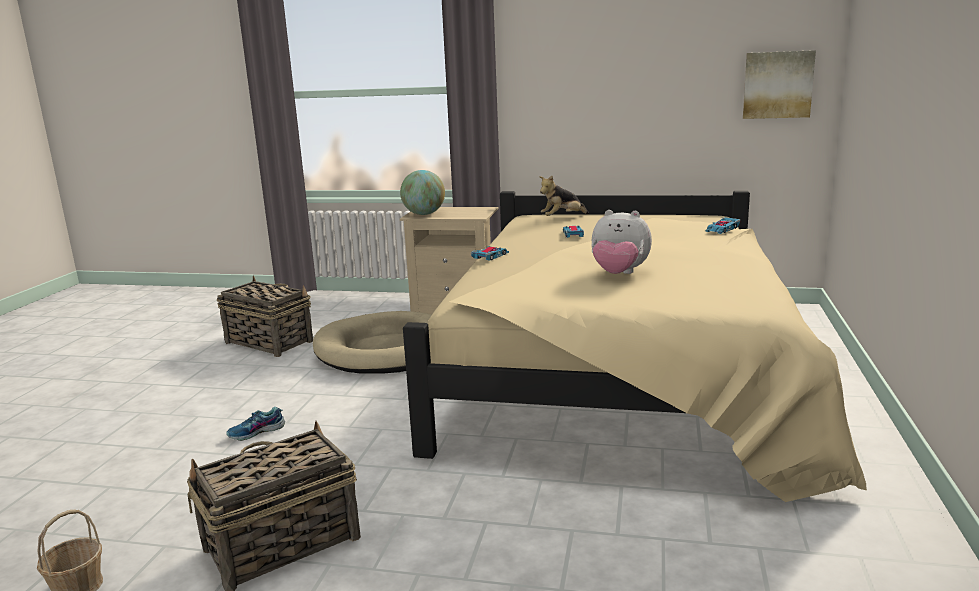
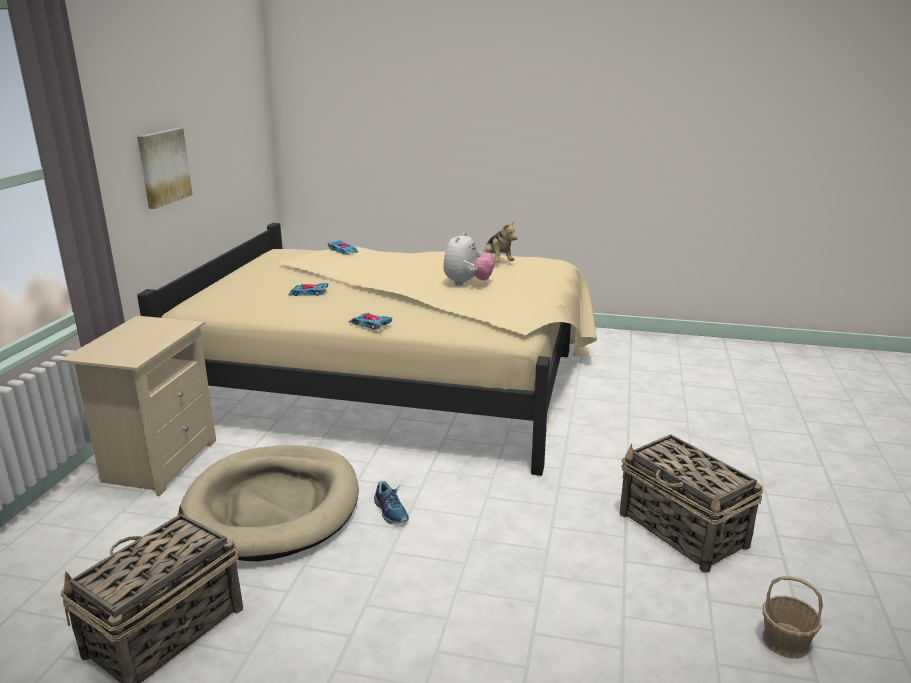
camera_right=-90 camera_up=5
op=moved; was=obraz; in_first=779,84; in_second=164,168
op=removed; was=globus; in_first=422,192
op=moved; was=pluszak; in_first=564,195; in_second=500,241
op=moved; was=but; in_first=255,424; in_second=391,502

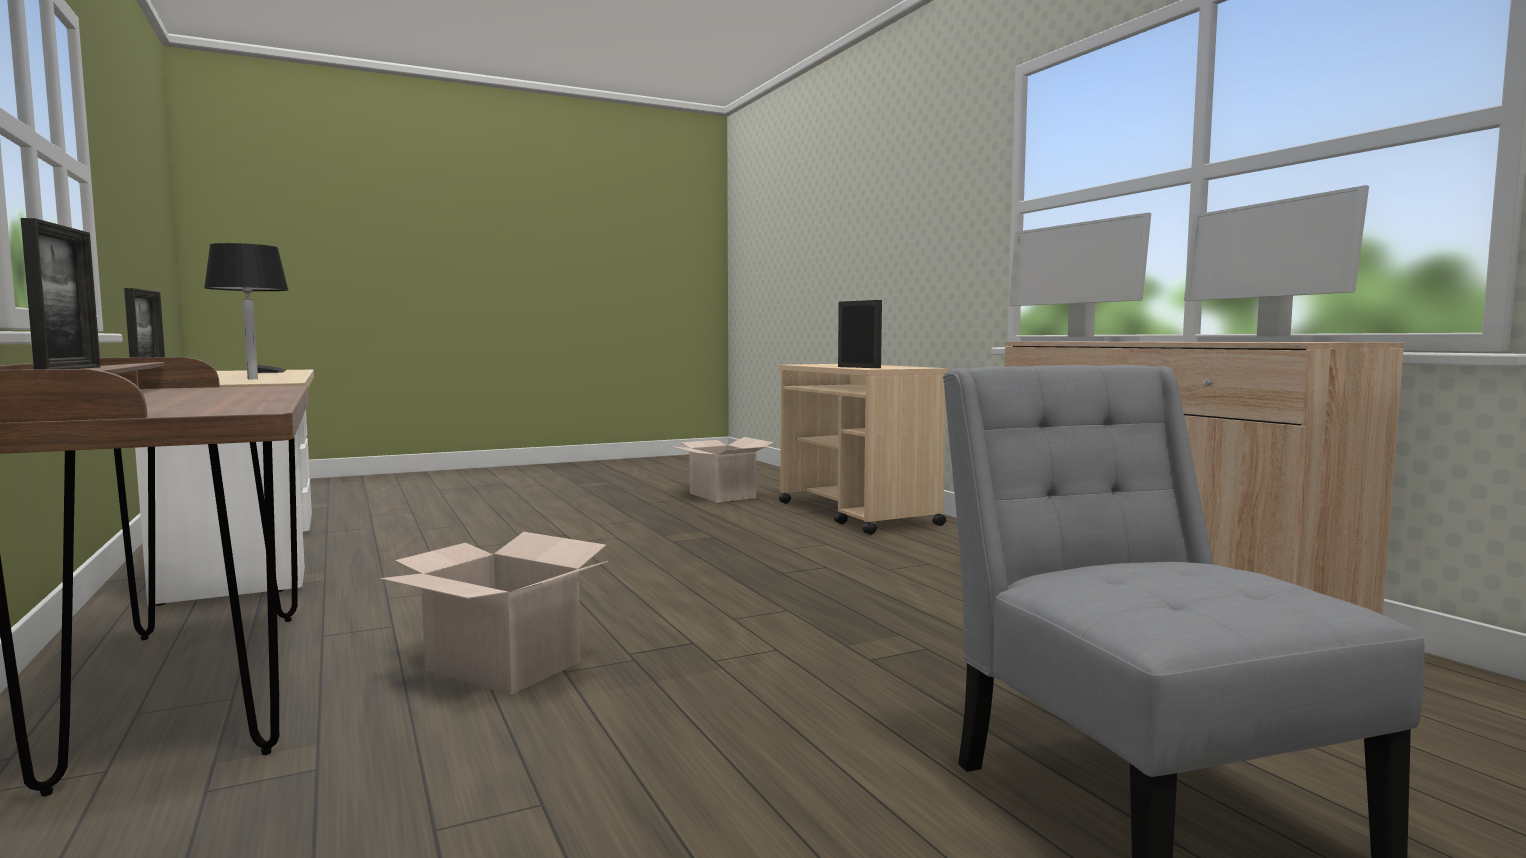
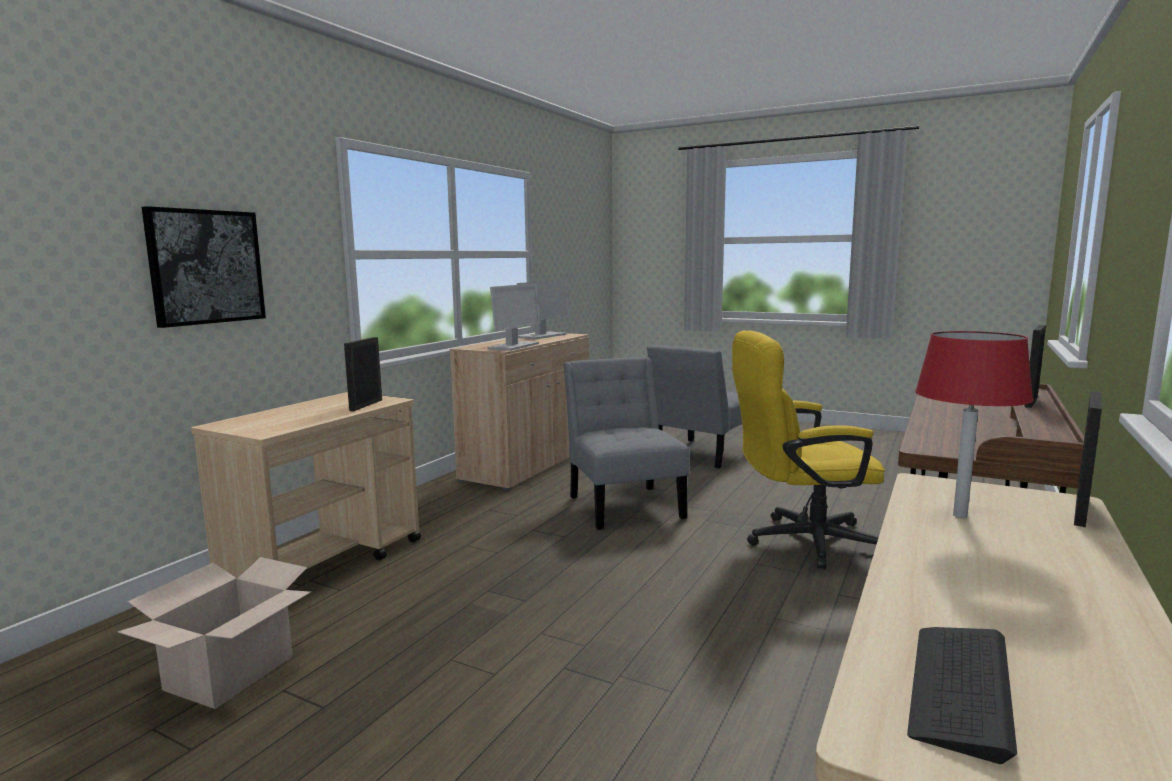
camera_right=-125 camera_up=5
op=recoloured; was=lampa stołowa (czarny); now=lampa stołowa (czerwony); in_first=246,311; in_second=974,424
op=replaced; was=karton; now=krzesło biurowe (żółty); in_first=494,613; in_second=808,449
op=added; now=obraz; in_second=204,267
op=added; now=krzesło (szary); in_second=627,443

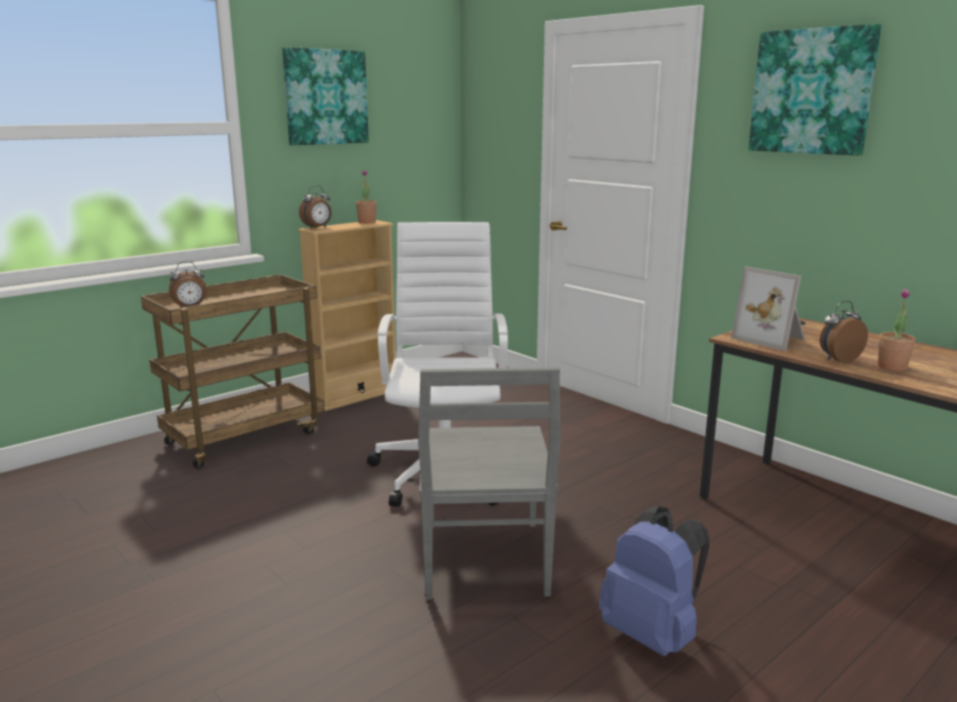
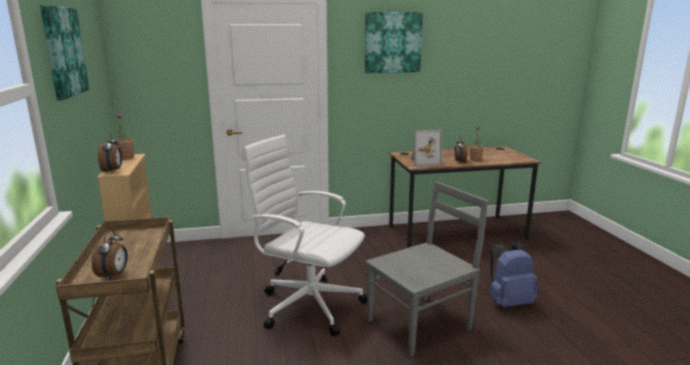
camera_right=-60 camera_up=0
op=turned; was=krzesło (szary); in_first=489,483; in_second=427,269; clockwise=-60

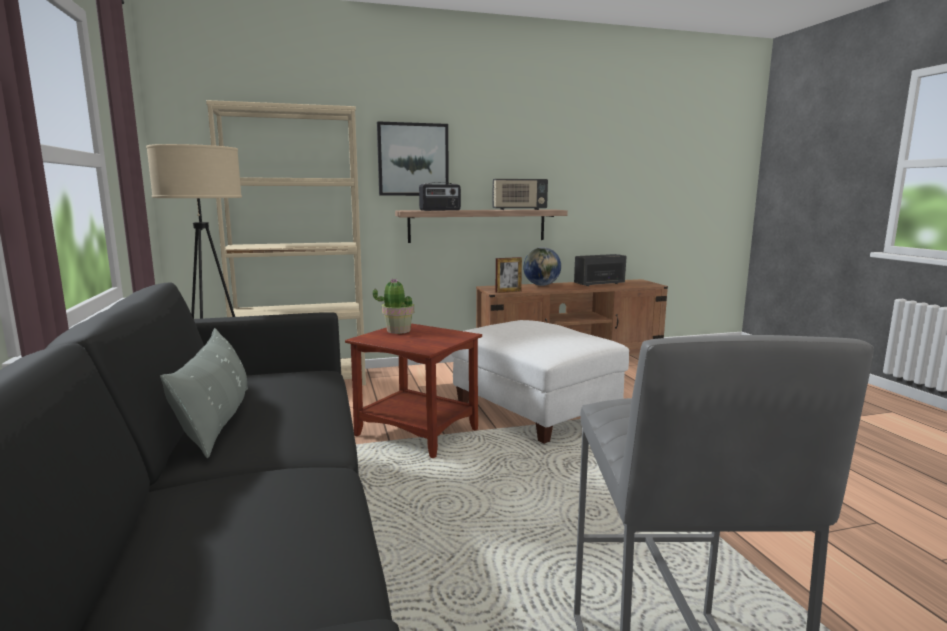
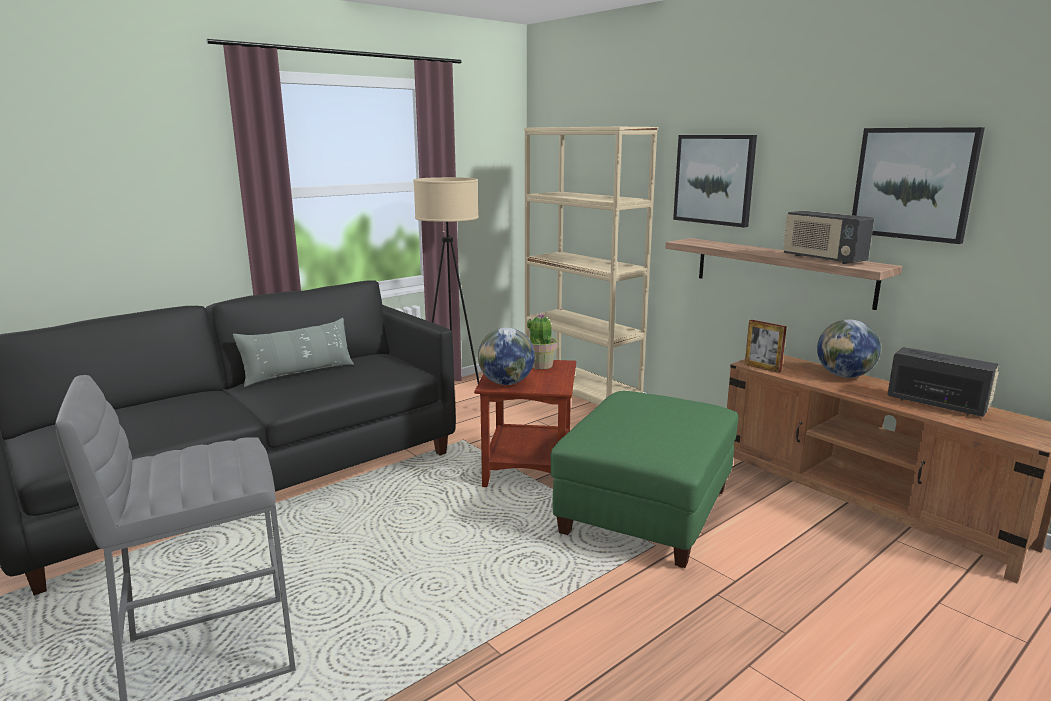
camera_right=65 camera_up=5
op=removed; was=radio; in_first=440,196
op=recoloured; was=pufa (biały); now=pufa (zielony); in_first=540,382; in_second=644,479
op=added; now=obraz; in_second=918,185
op=added; now=globus; in_second=506,356

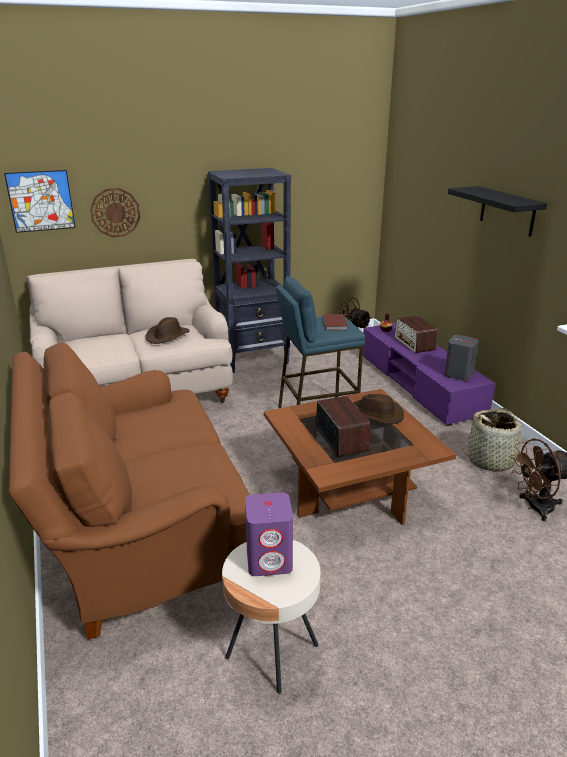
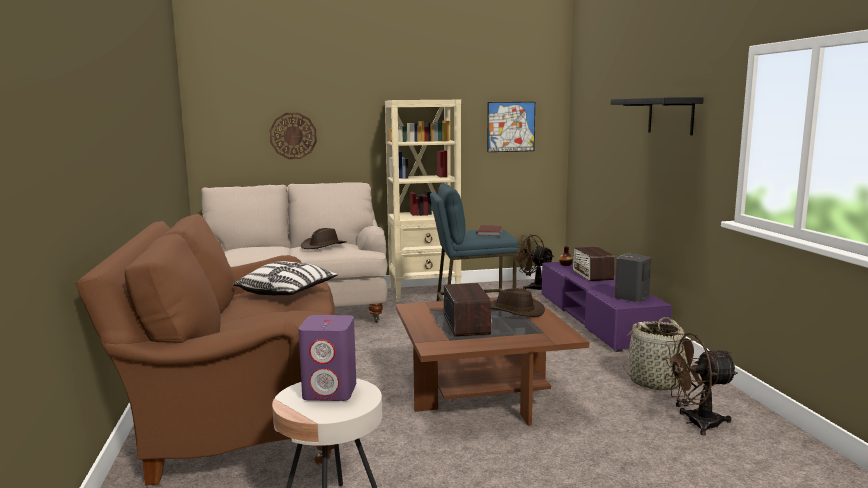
camera_right=10 camera_up=-15
op=recoloured; was=regał (czarny); now=regał (beżowy); in_first=249,270; in_second=423,201
op=moved; was=obraz; in_first=40,201; in_second=511,127
op=added; now=poduszka; in_second=285,278

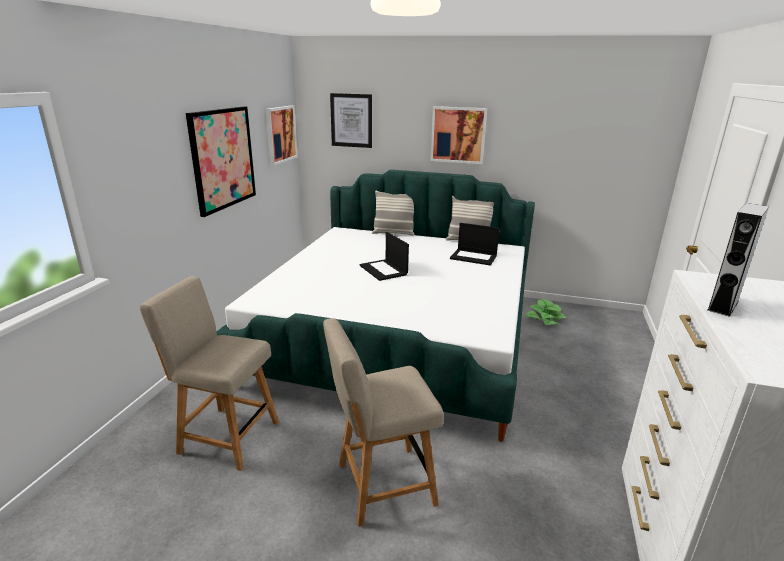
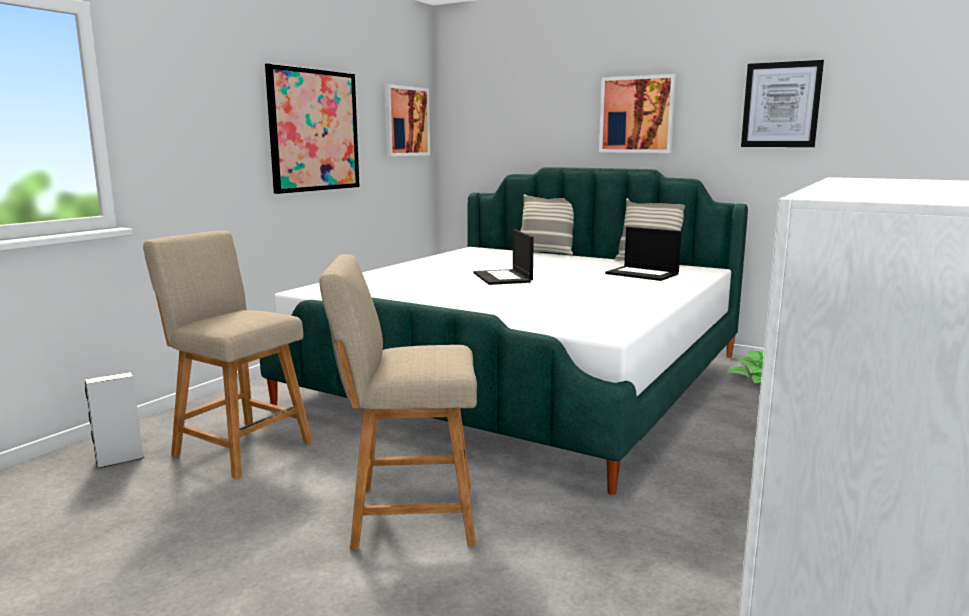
camera_right=15 camera_up=-10
op=moved; was=obraz; in_first=351,120; in_second=782,103
op=moved; was=głośnik (szary); in_first=738,260; in_second=114,420

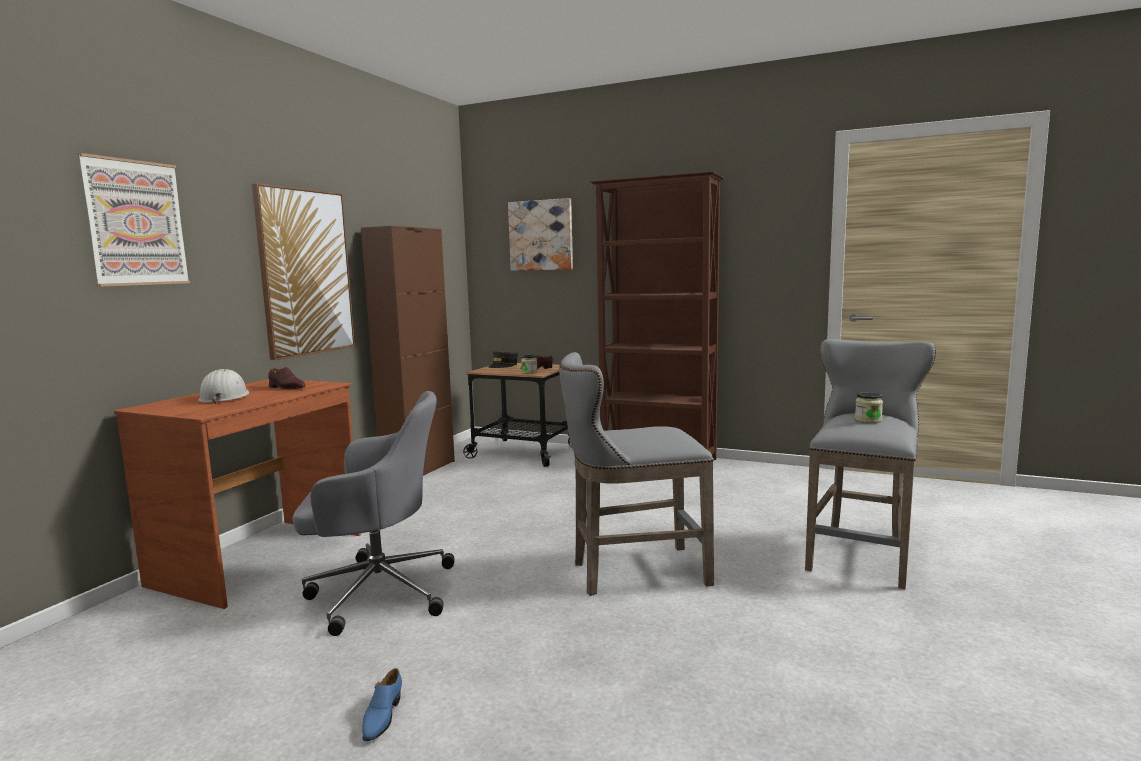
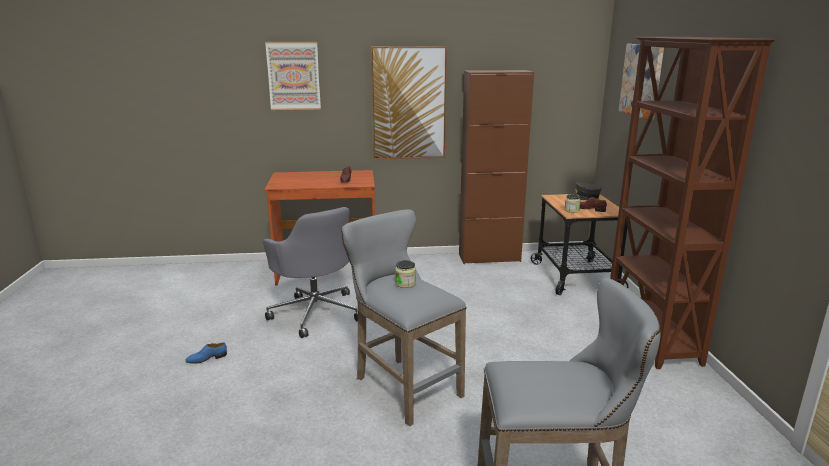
camera_right=60 camera_up=10
op=removed; was=kask (biały); in_first=223,386
op=moved; was=słoik; in_first=869,407; in_second=405,274

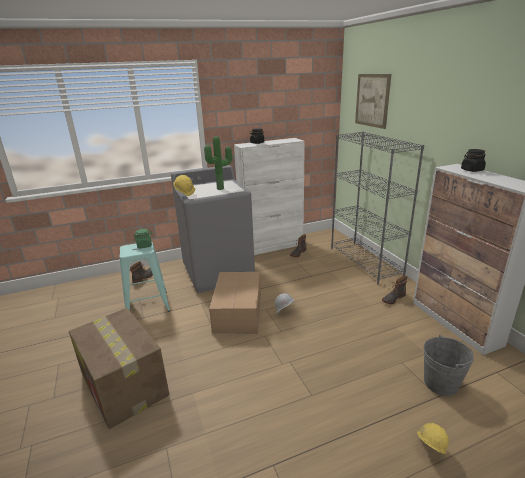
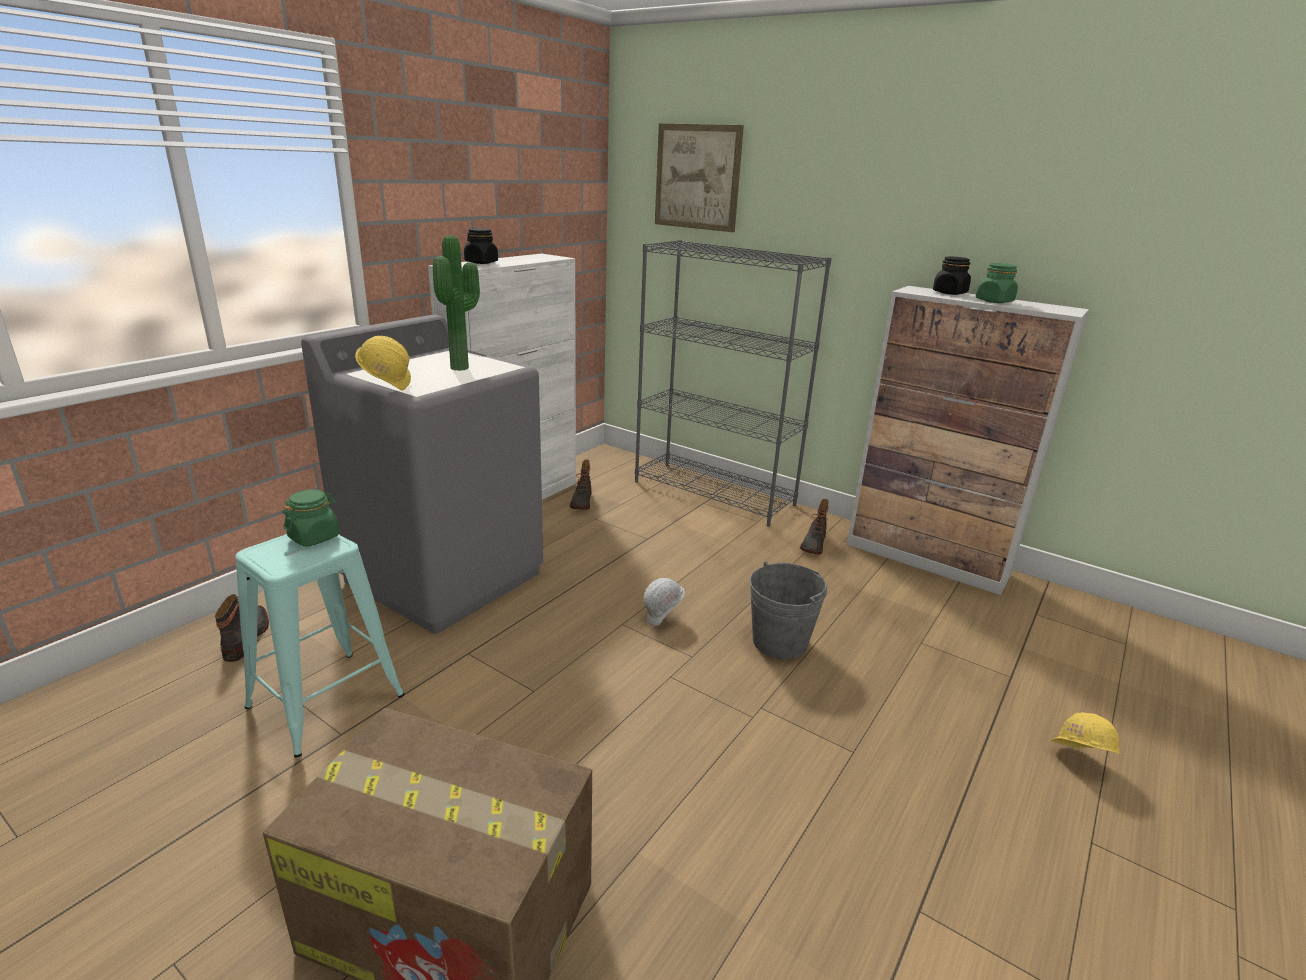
camera_right=-35 camera_up=0
op=removed; was=karton; in_first=235,302
op=moved; was=wiadro (szary); in_first=449,365; in_second=788,611
op=added; now=słoik (zielony); in_second=997,283

